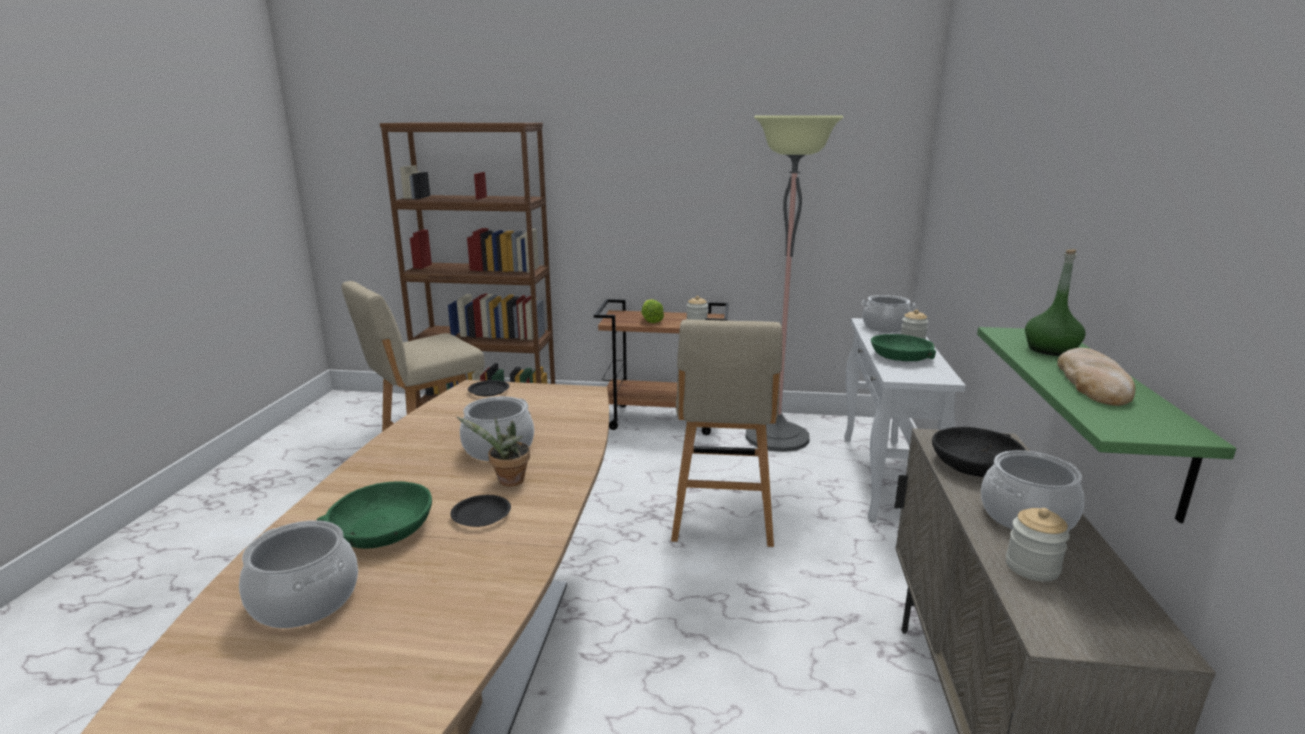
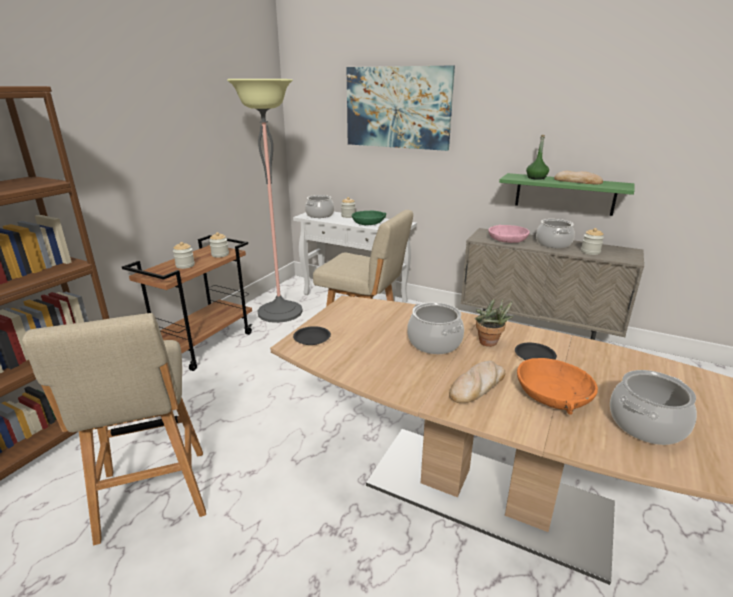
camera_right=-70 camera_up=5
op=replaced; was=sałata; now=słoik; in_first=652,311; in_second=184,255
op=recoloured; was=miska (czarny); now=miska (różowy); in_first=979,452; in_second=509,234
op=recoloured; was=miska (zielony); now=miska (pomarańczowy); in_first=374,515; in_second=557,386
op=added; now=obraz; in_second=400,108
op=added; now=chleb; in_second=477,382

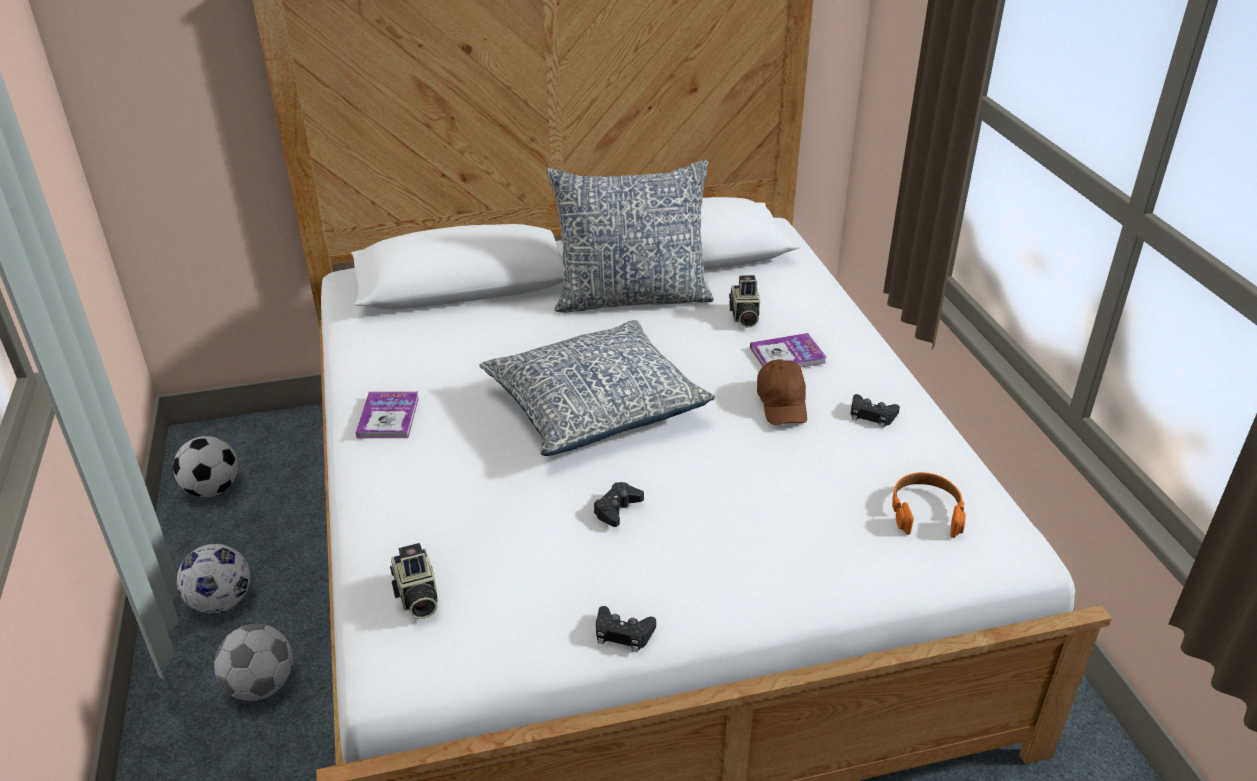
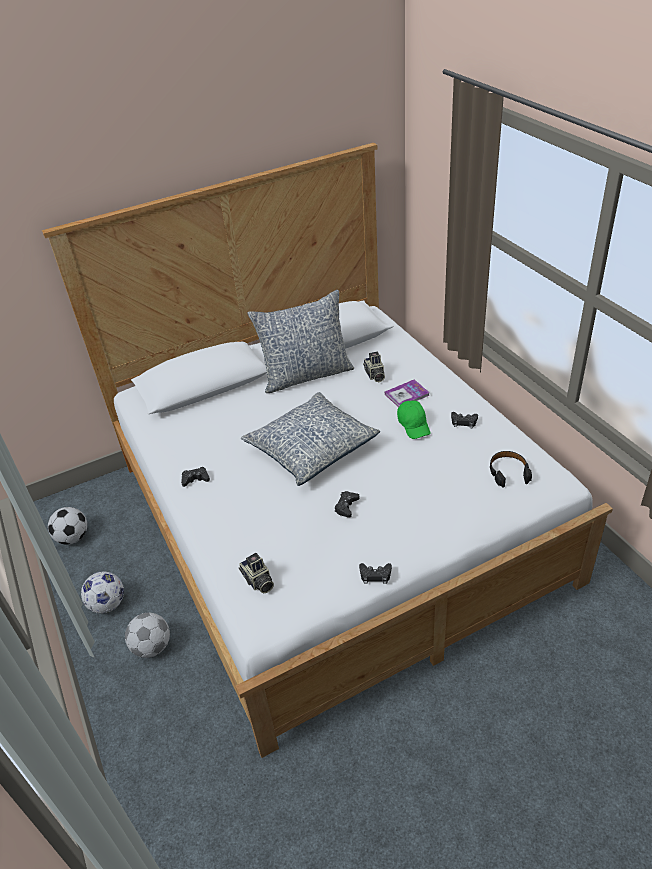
camera_right=-10 camera_up=5
op=recoloured; was=czapka z daszkiem (brązowy); now=czapka z daszkiem (zielony); in_first=782,392; in_second=414,420
op=replaced; was=książka; now=pad do gier (czarny); in_first=387,415; in_second=195,477
op=recoloured; was=słuchawki (pomarańczowy); now=słuchawki (czarny); in_first=929,505; in_second=511,469

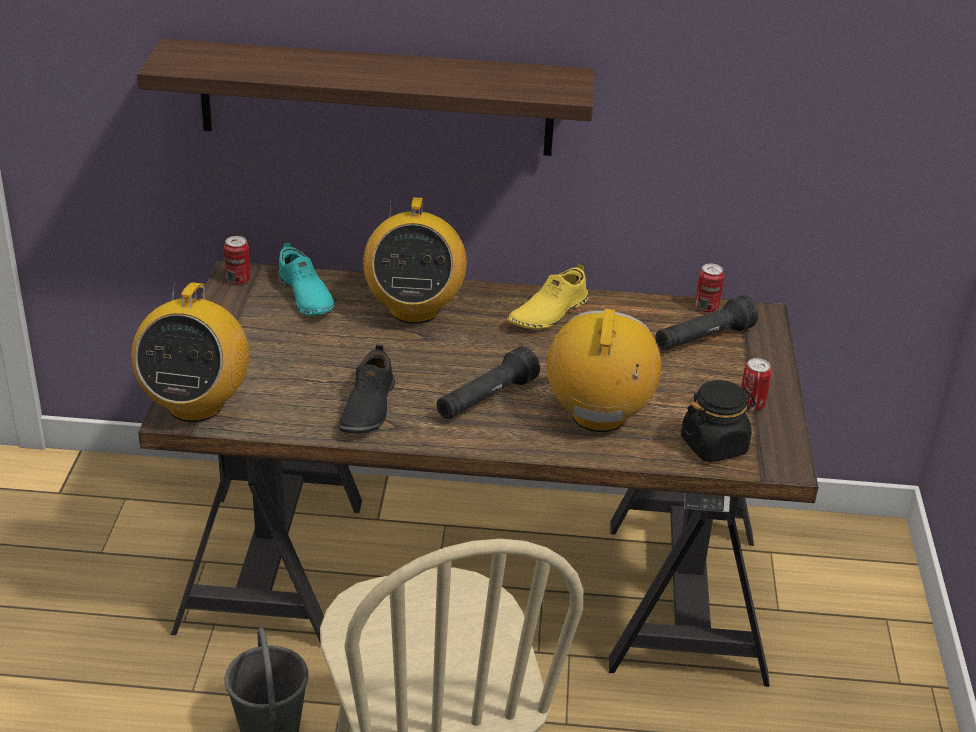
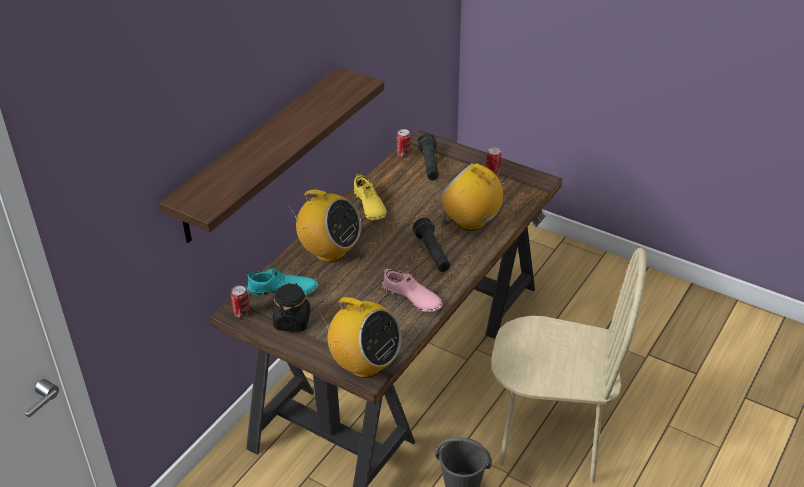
camera_right=-60 camera_up=5
op=recoloured; was=but (czarny); now=but (różowy); in_first=366,388; in_second=412,289
op=moved; was=słoik (czarny); in_first=718,421; in_second=291,307

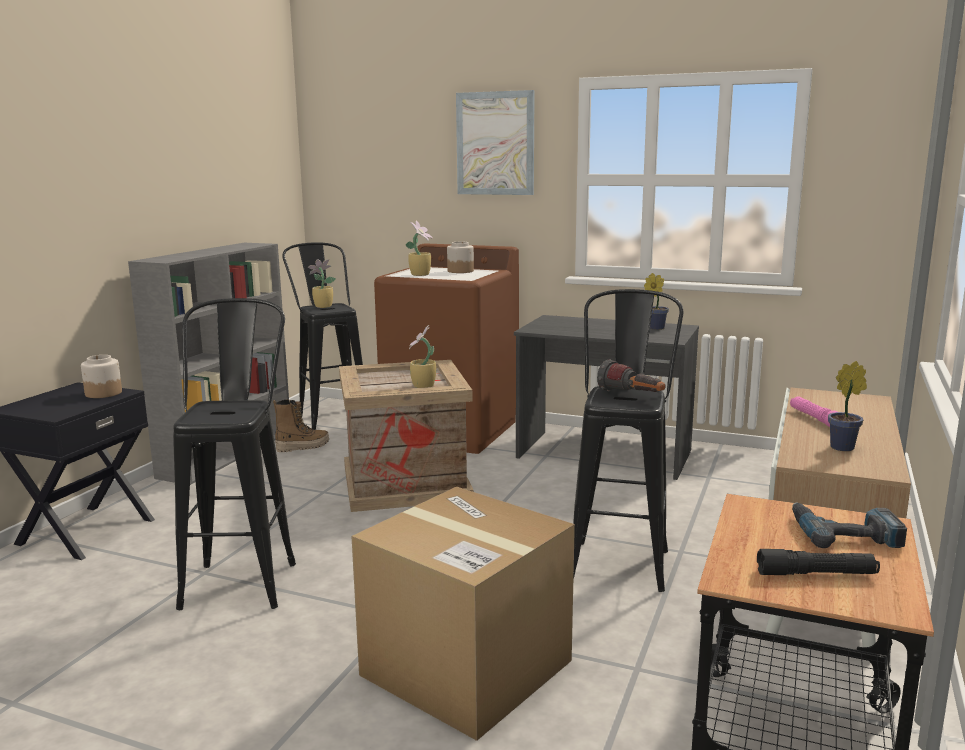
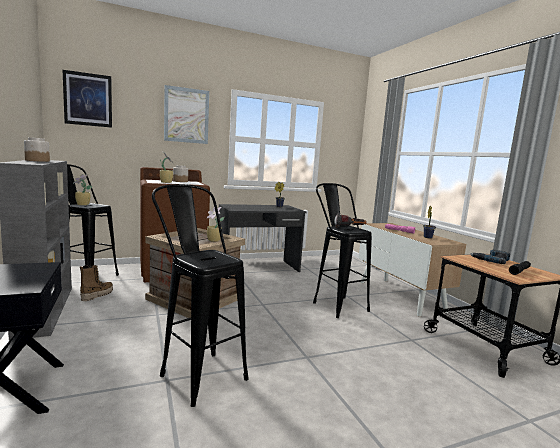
camera_right=-45 camera_up=-5
op=moved; was=słoik; in_first=101,376; in_second=37,149
op=removed; was=karton; in_first=463,613
op=added; now=obraz; in_second=87,99

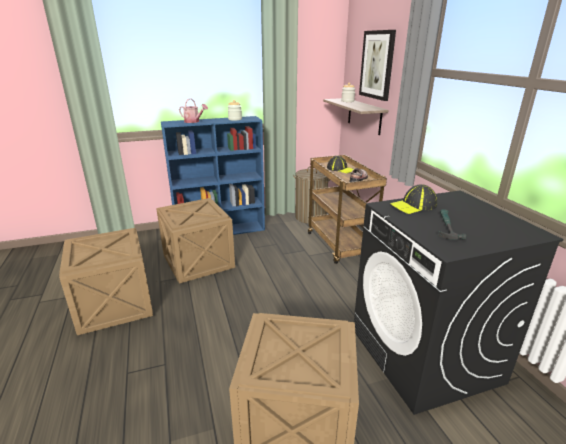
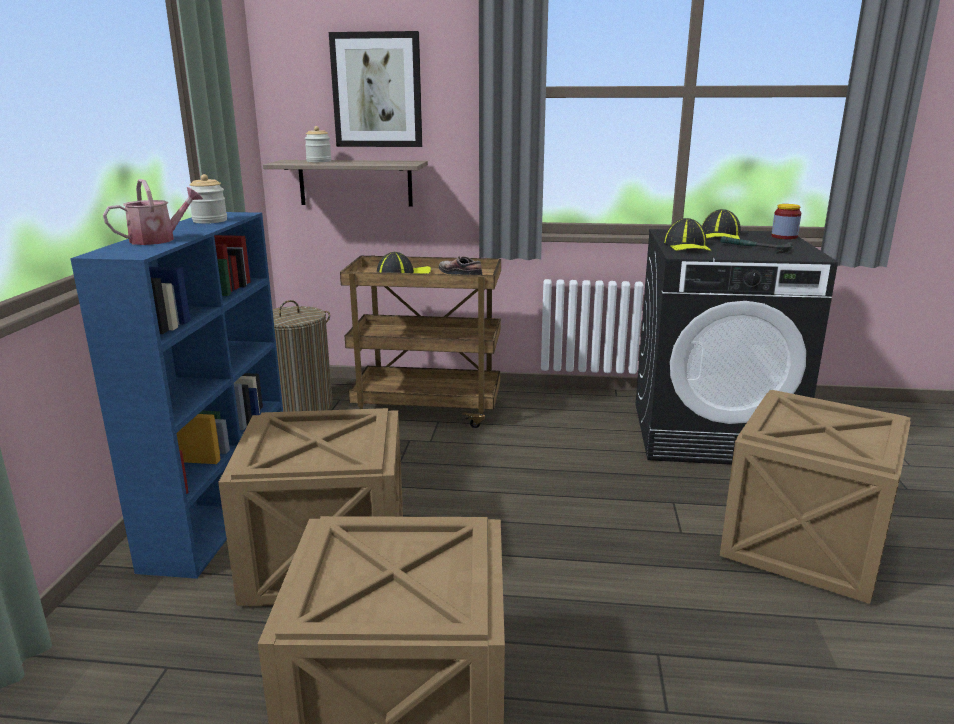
camera_right=-65 camera_up=-5
op=added; now=słoik; in_second=786,221
op=added; now=czapka z daszkiem; in_second=721,224

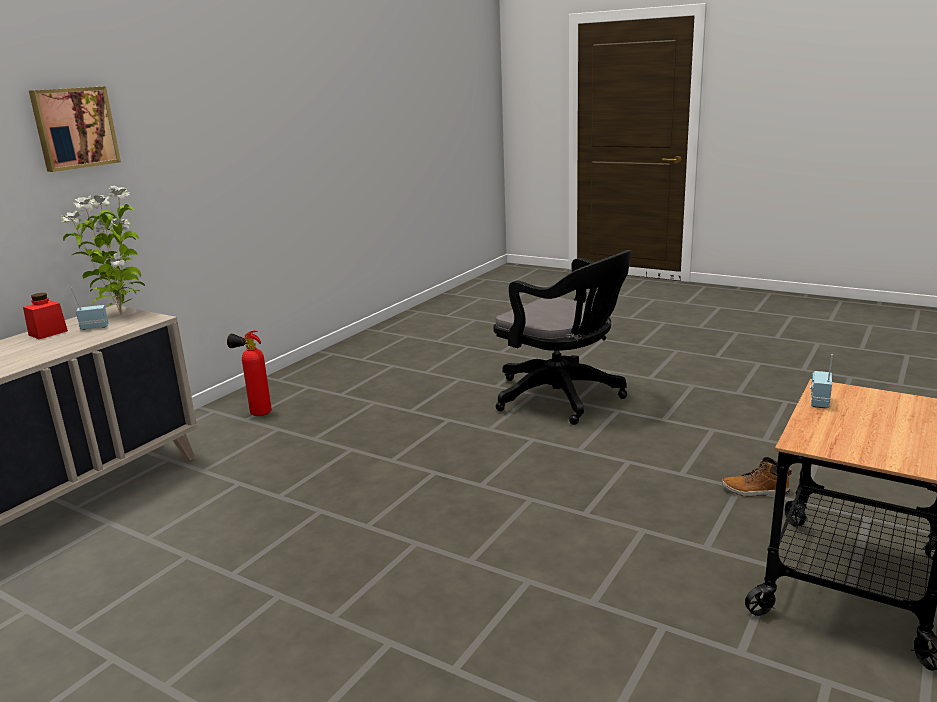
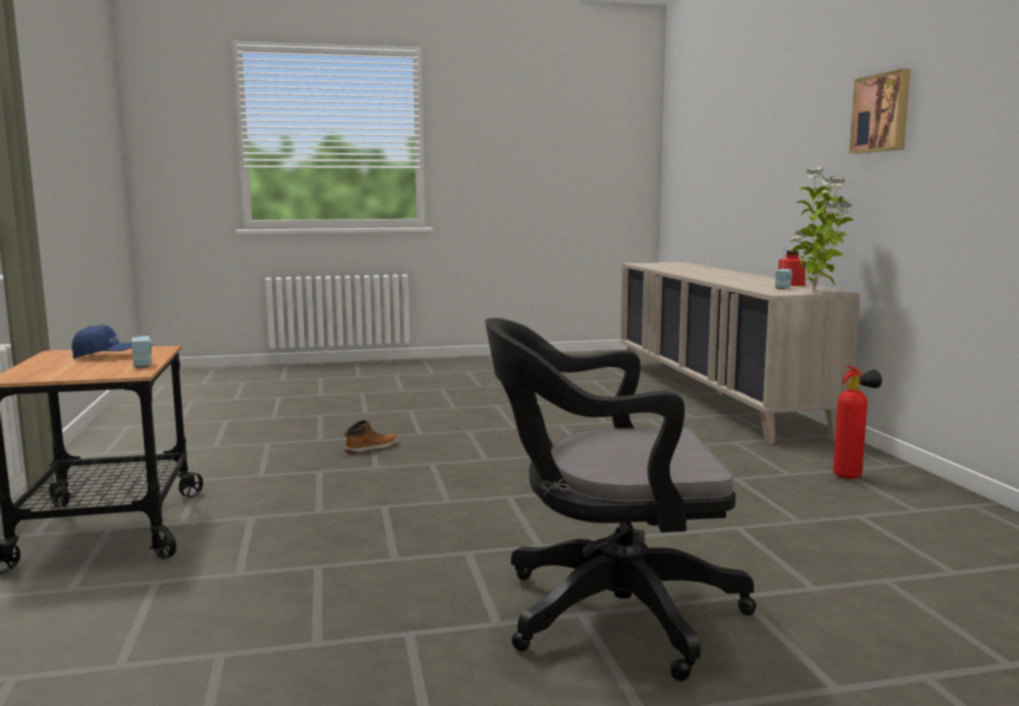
camera_right=135 camera_up=-10
op=moved; was=but z cholewką; in_first=757,476; in_second=371,437
op=added; now=czapka z daszkiem (niebieski); in_second=102,342

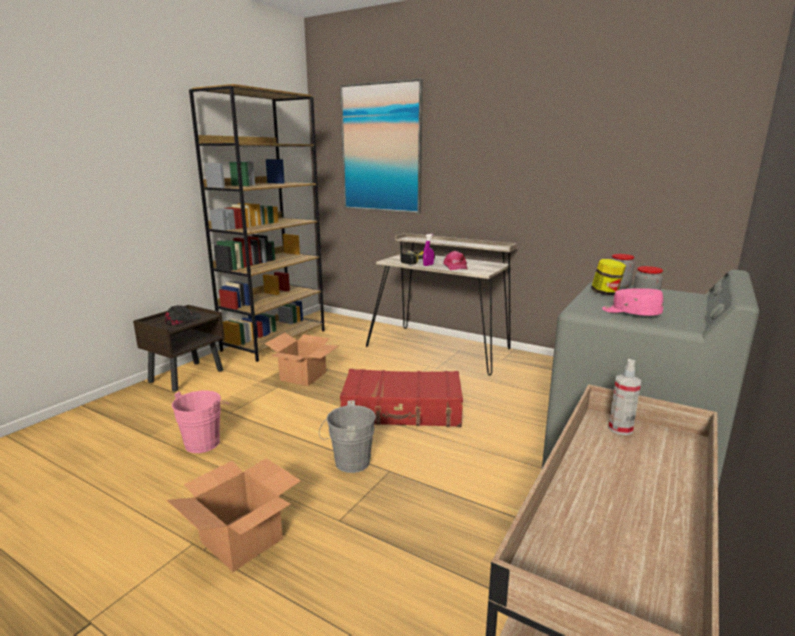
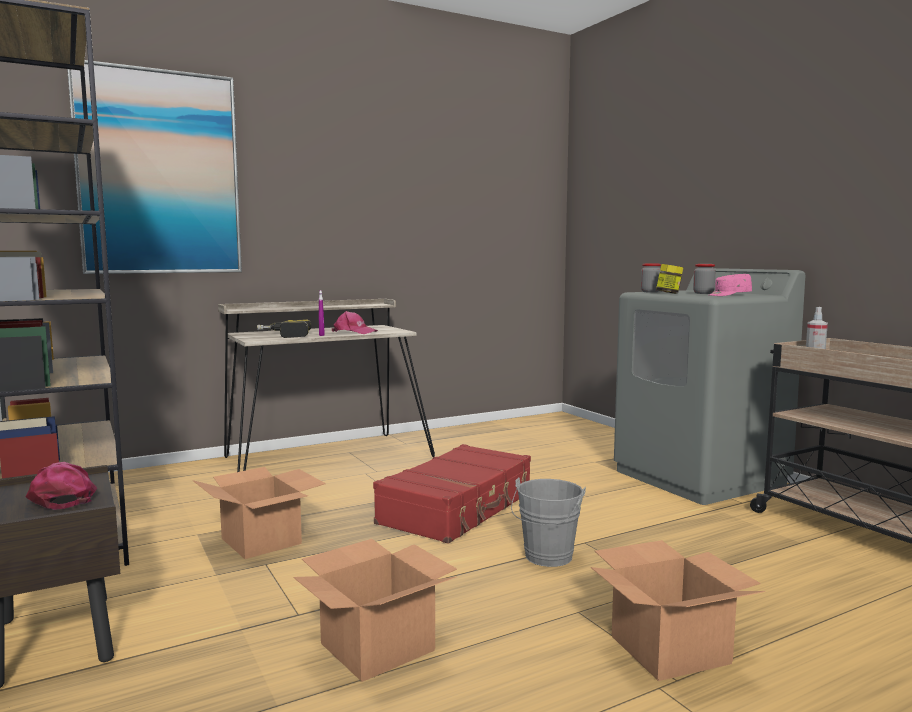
camera_right=-60 camera_up=-10
op=recoloured; was=czapka z daszkiem (czarny); now=czapka z daszkiem (różowy); in_first=183,315; in_second=61,486
op=replaced; was=wiadro (różowy); now=karton; in_first=200,421; in_second=375,610

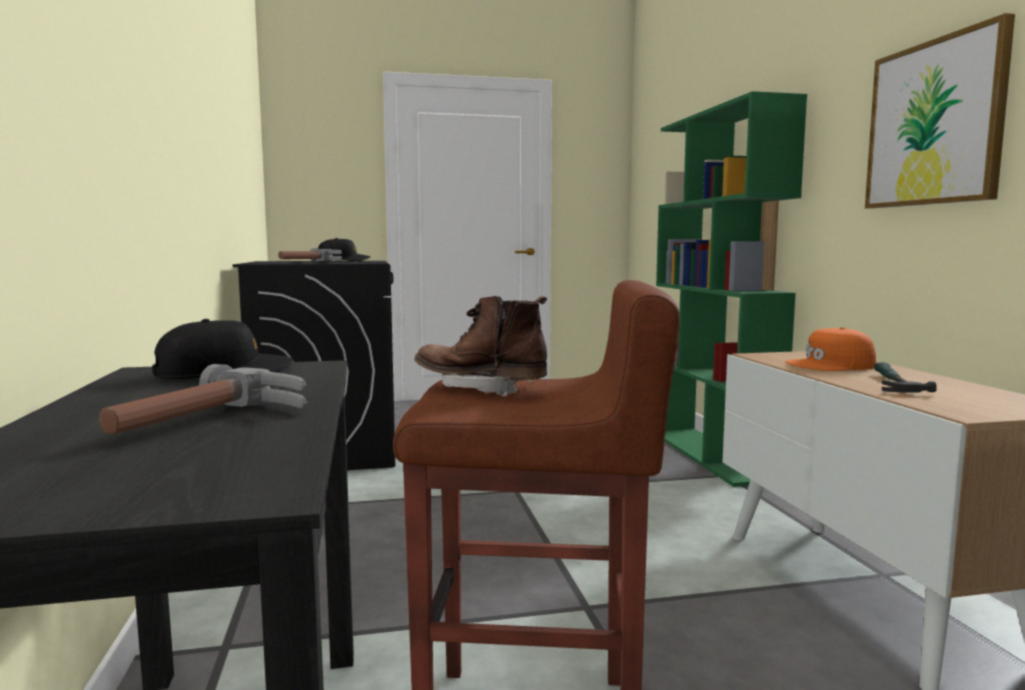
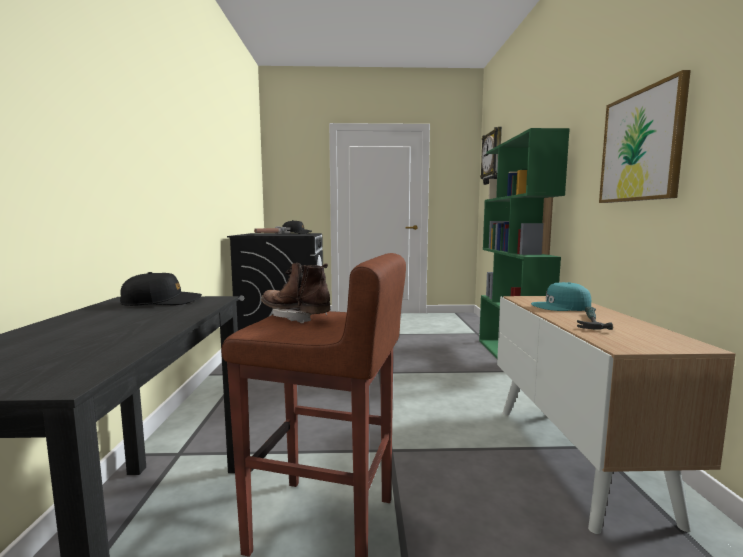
camera_right=10 camera_up=0
op=recoloured; was=czapka z daszkiem (pomarańczowy); now=czapka z daszkiem (turkusowy); in_first=830,349; in_second=561,296
op=removed; was=młotek; in_first=203,399
op=added; now=zegar ścienny; in_second=491,156

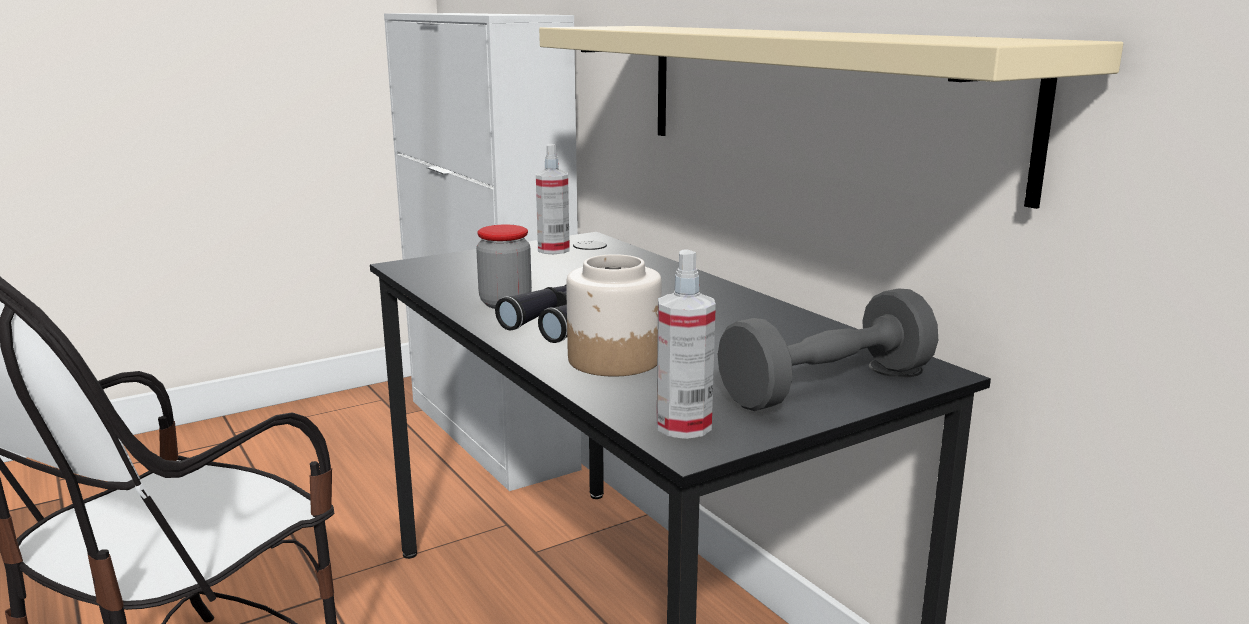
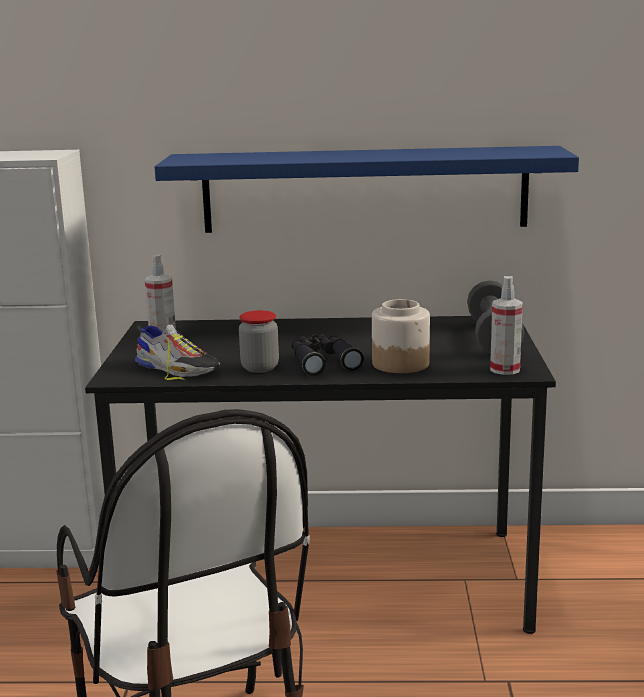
camera_right=-55 camera_up=0
op=recoloured; was=półka (beżowy); now=półka (niebieski); in_first=831,117; in_second=367,189
op=added; now=but; in_second=177,352

